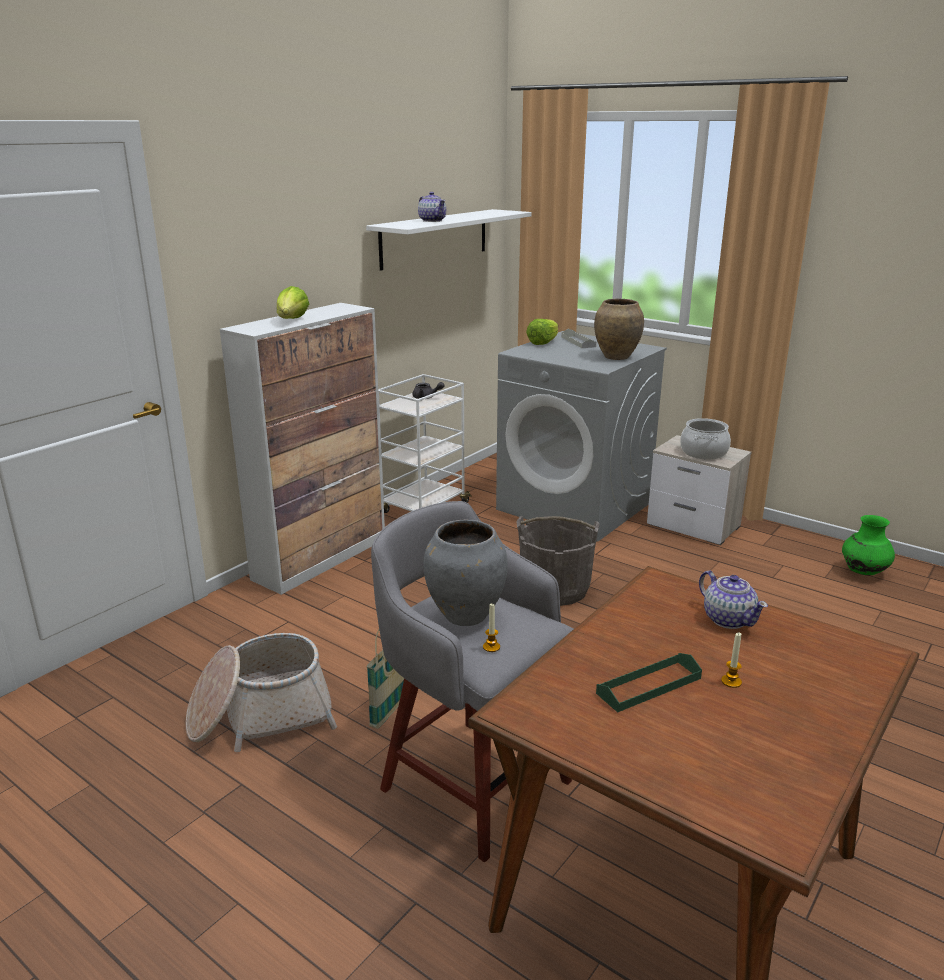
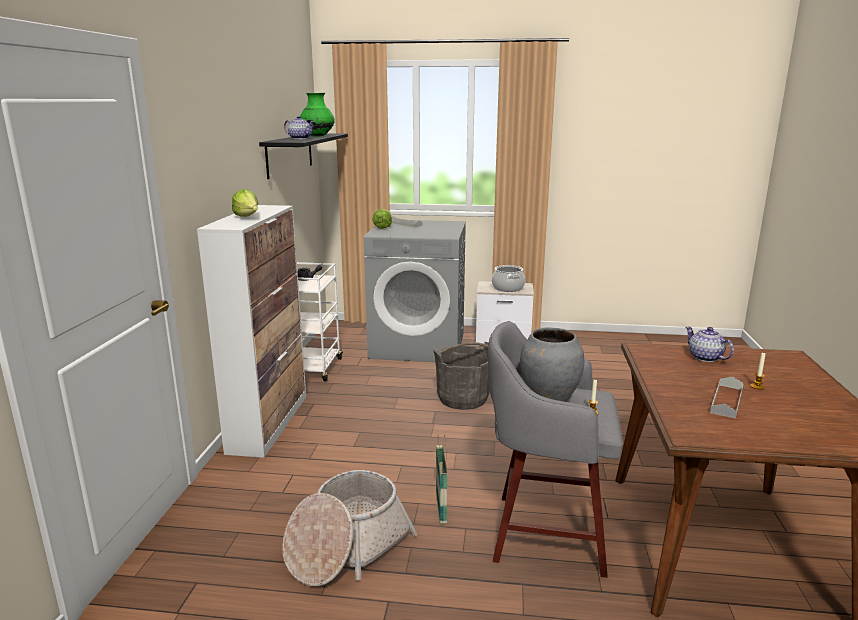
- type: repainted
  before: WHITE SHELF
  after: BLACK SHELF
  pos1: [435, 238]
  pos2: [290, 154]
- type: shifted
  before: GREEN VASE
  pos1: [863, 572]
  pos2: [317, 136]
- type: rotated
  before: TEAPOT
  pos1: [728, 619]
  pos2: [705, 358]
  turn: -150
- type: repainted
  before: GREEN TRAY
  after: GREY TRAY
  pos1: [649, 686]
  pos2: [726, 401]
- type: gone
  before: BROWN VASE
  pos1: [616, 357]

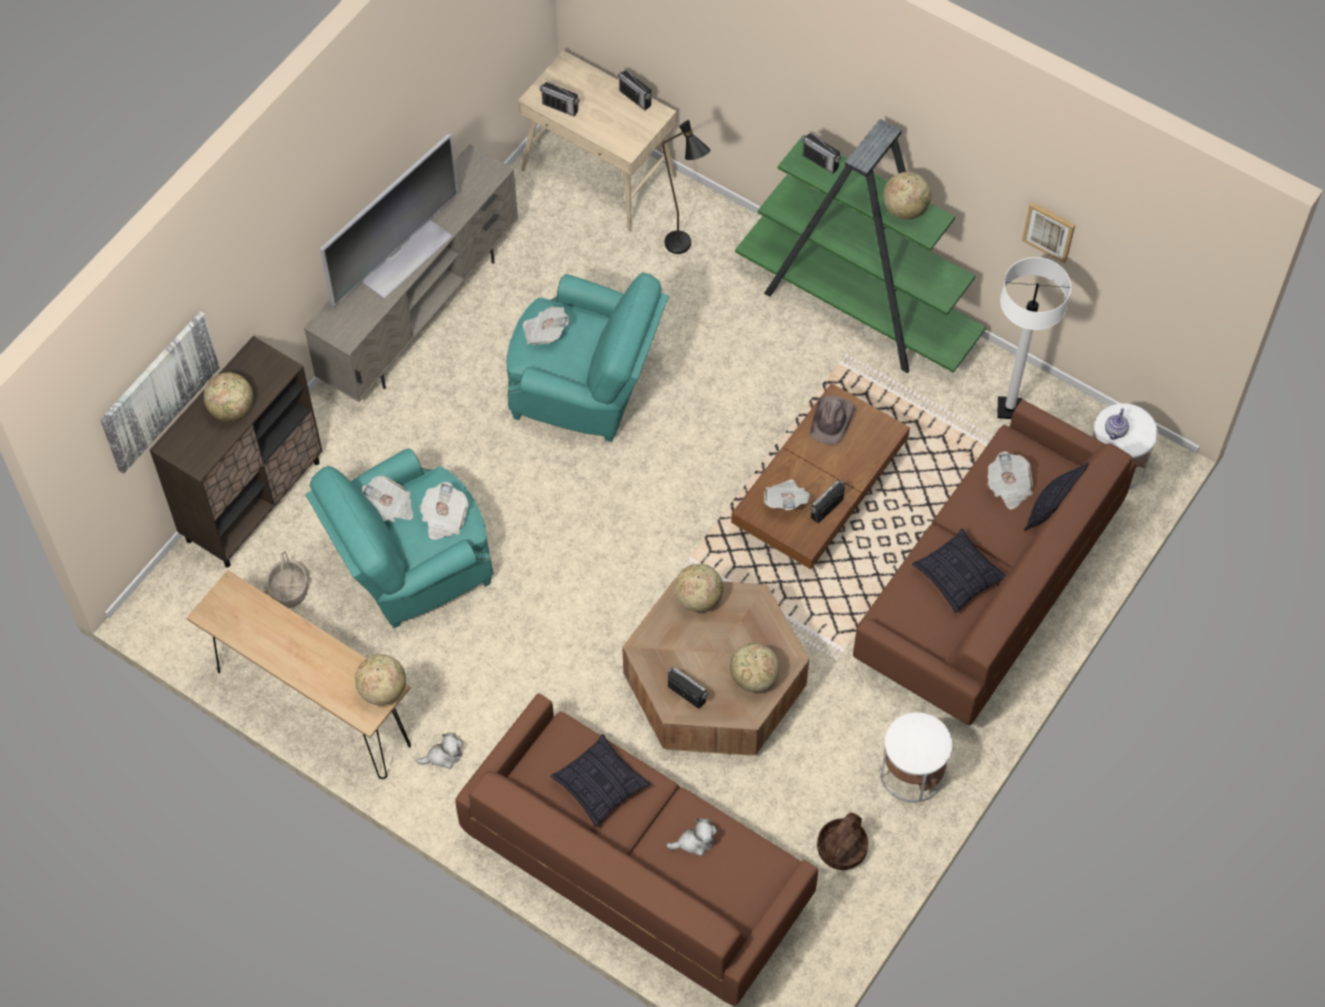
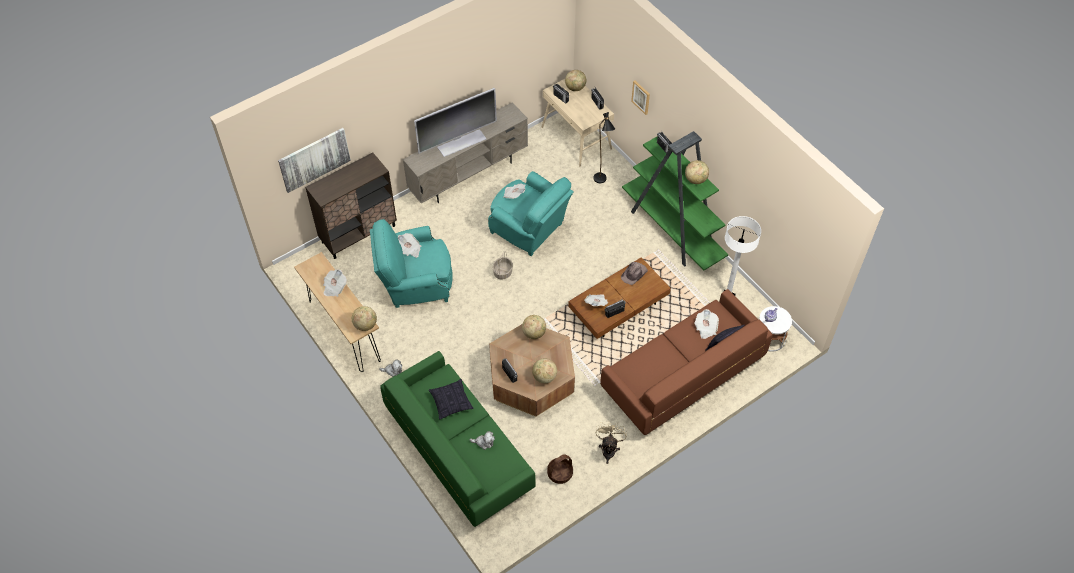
- type: shifted
  before: NEWSPAPER
  pos1: [444, 519]
  pos2: [334, 287]
- type: repainted
  before: BROWN SOFA
  after: GREEN SOFA
  pos1: [637, 867]
  pos2: [459, 449]
- type: shifted
  before: BASKET
  pos1: [289, 591]
  pos2: [502, 272]
- type: shifted
  before: GLOBE
  pos1: [232, 409]
  pos2: [575, 88]
- type: swapped
  before: WHITE SIDE TABLE
  after: BEIGE FAN
  pos1: [912, 772]
  pos2: [609, 449]
- type: shifted
  before: PICTURE
  pos1: [1049, 231]
  pos2: [641, 97]
- type: gone
  before: PILLOW
  pos1: [957, 576]

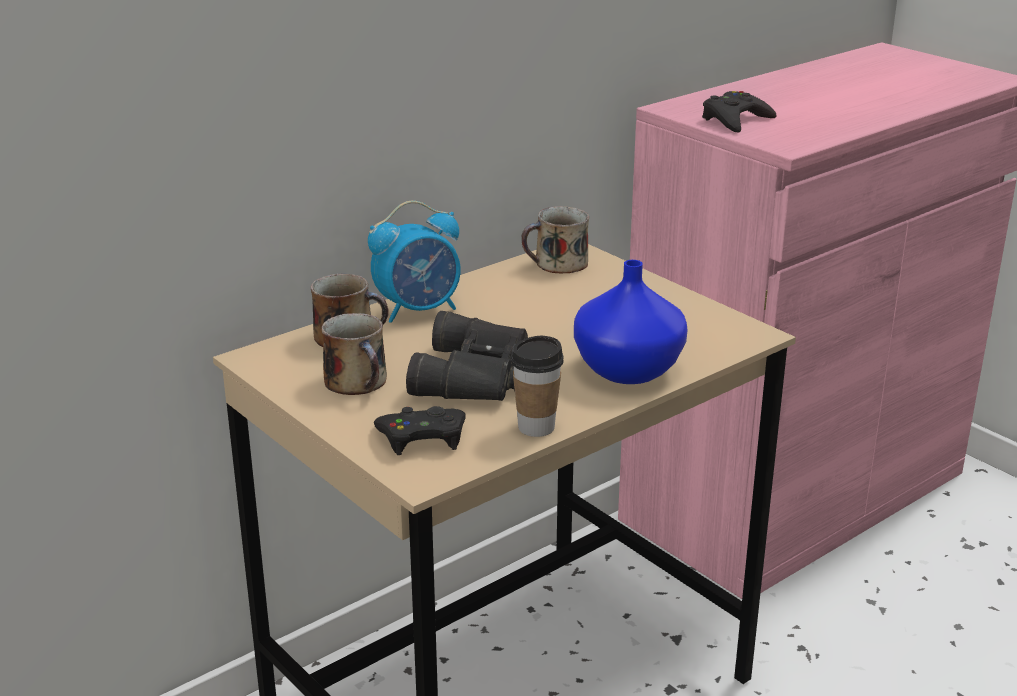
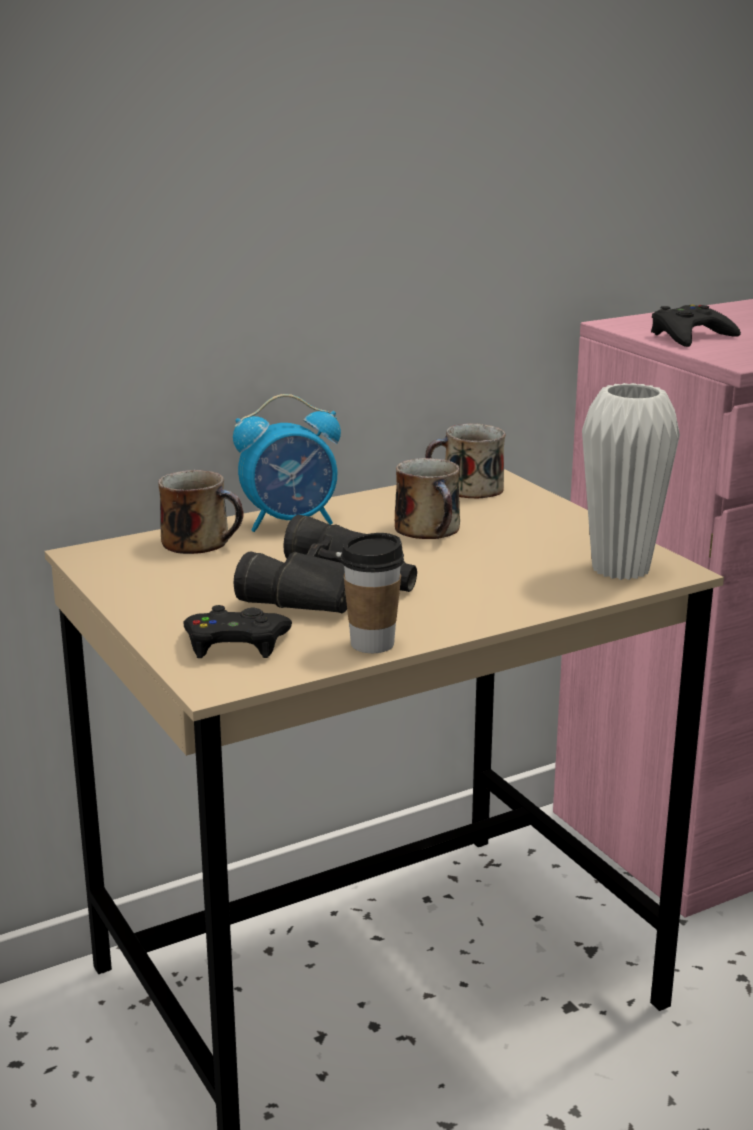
- type: shifted
  before: MUG
  pos1: [358, 381]
  pos2: [429, 529]
- type: new
  after: WHITE VASE
  pos2: [620, 569]
- type: gone
  before: BLUE VASE
  pos1: [629, 371]

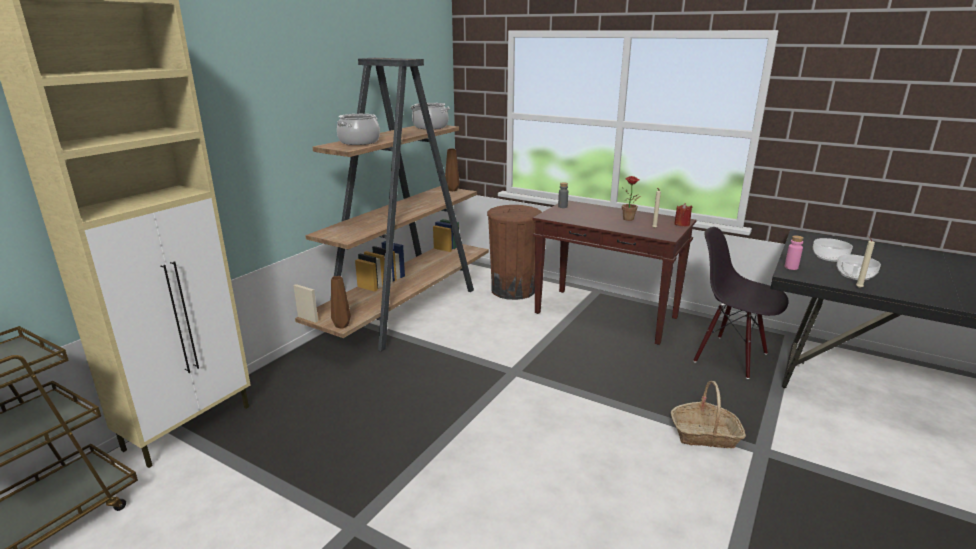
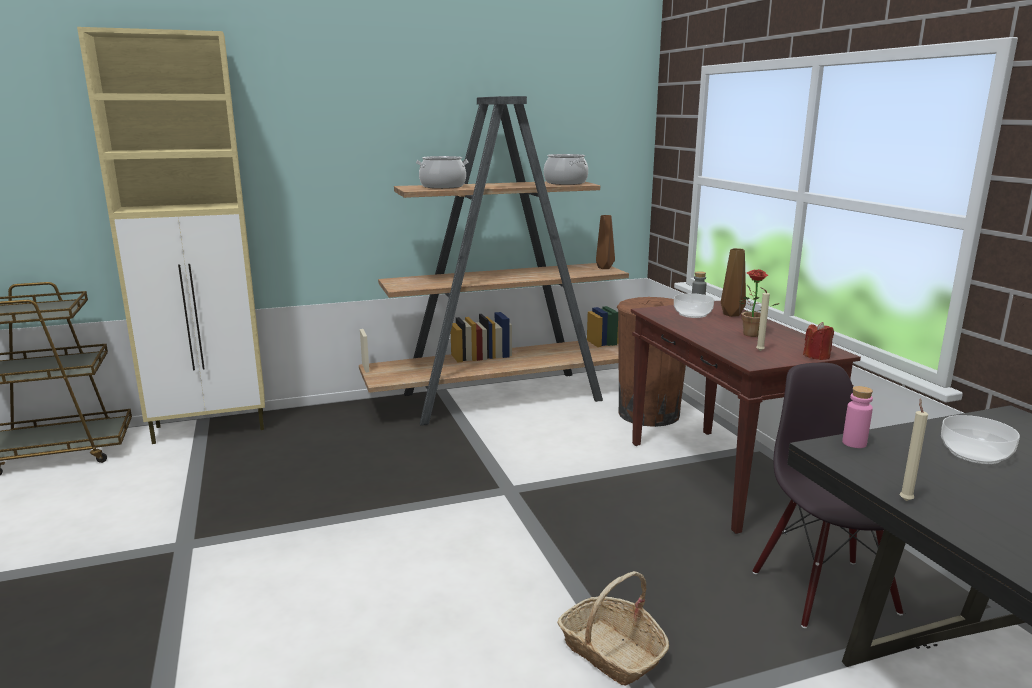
- type: shifted
  before: BOWL
  pos1: [855, 275]
  pos2: [692, 314]
- type: shifted
  before: BROWN VASE
  pos1: [342, 326]
  pos2: [732, 315]

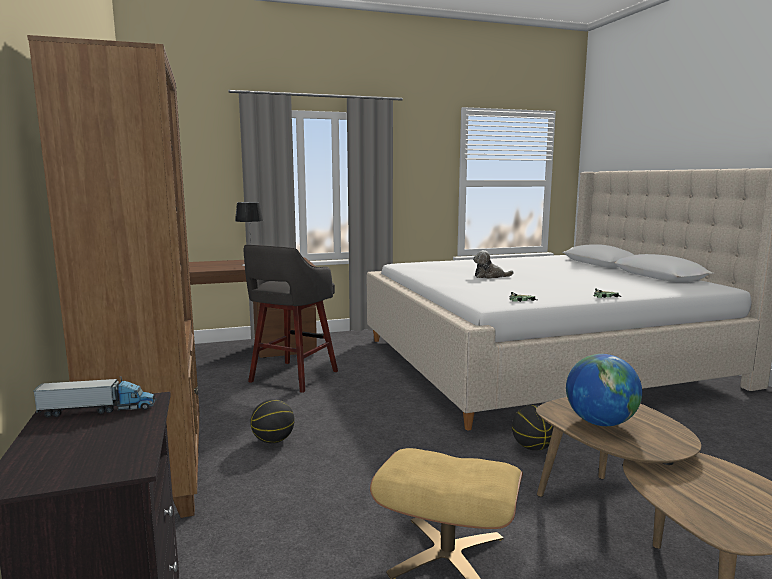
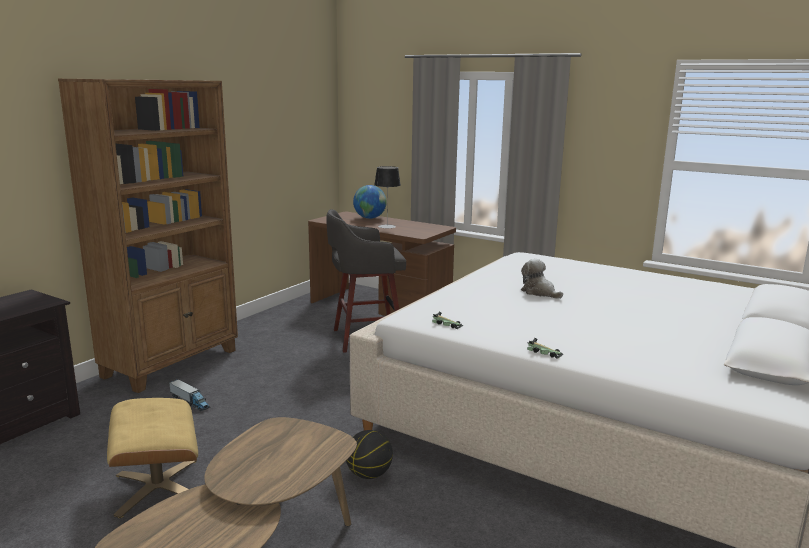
- type: shifted
  before: TOY TRUCK
  pos1: [98, 410]
  pos2: [190, 402]
- type: shifted
  before: GLOBE
  pos1: [600, 422]
  pos2: [369, 218]
- type: gone
  before: BASKETBALL
  pos1: [273, 440]

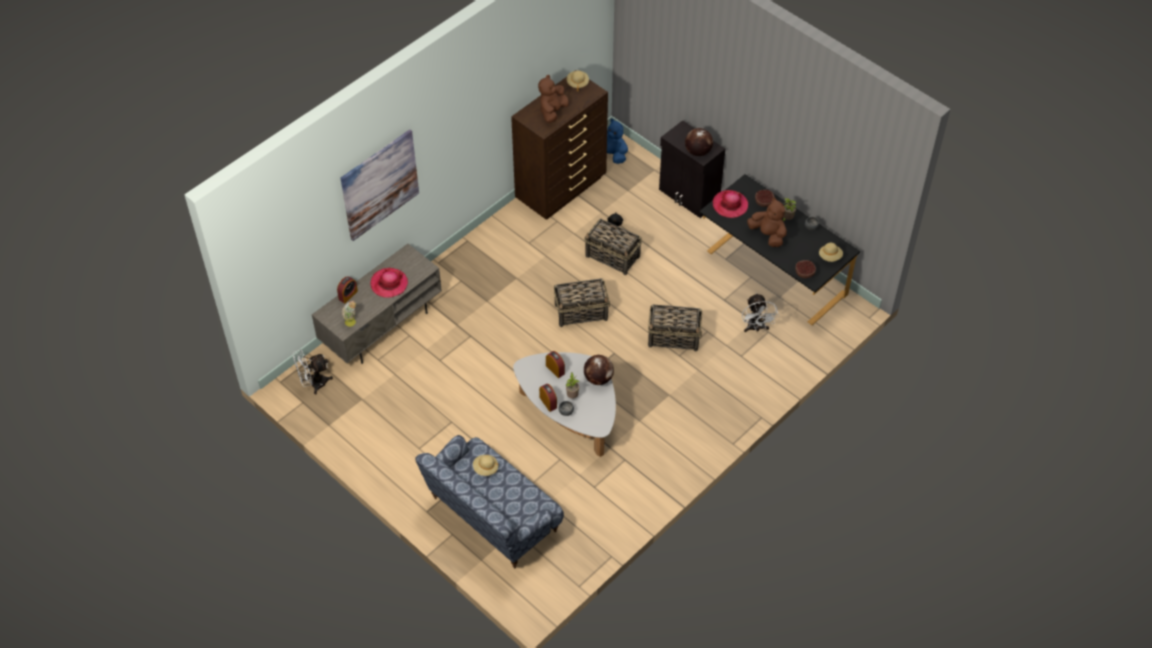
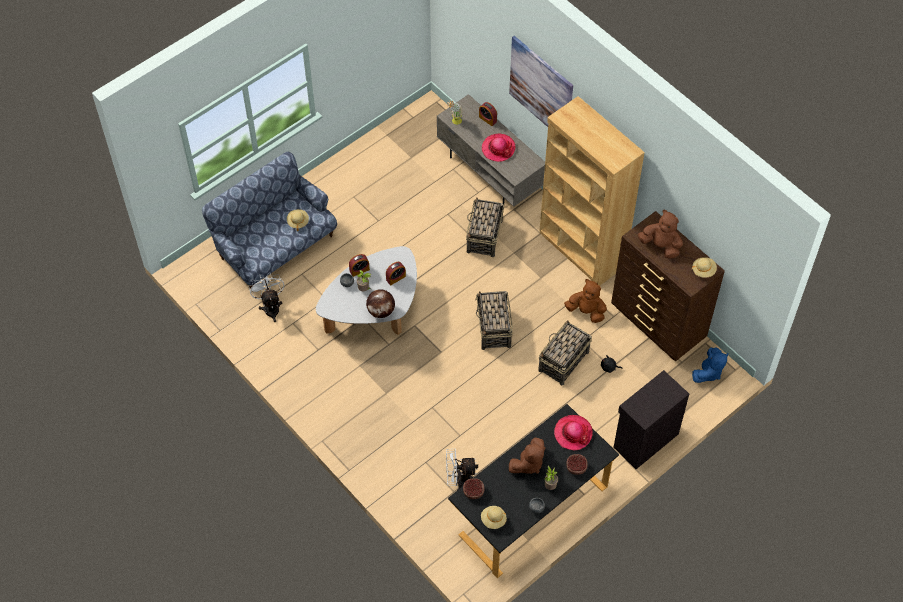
- type: shifted
  before: WHITE FAN
  pos1: [314, 384]
  pos2: [271, 307]
- type: shifted
  before: BASKET
  pos1: [674, 337]
  pos2: [484, 237]
- type: new
  after: BROWN BOOKCASE
  pos2: [581, 250]
- type: new
  after: BROWN PLUSH TOY
  pos2: [586, 311]
- type: gone
  before: GLOBE
  pos1: [697, 152]

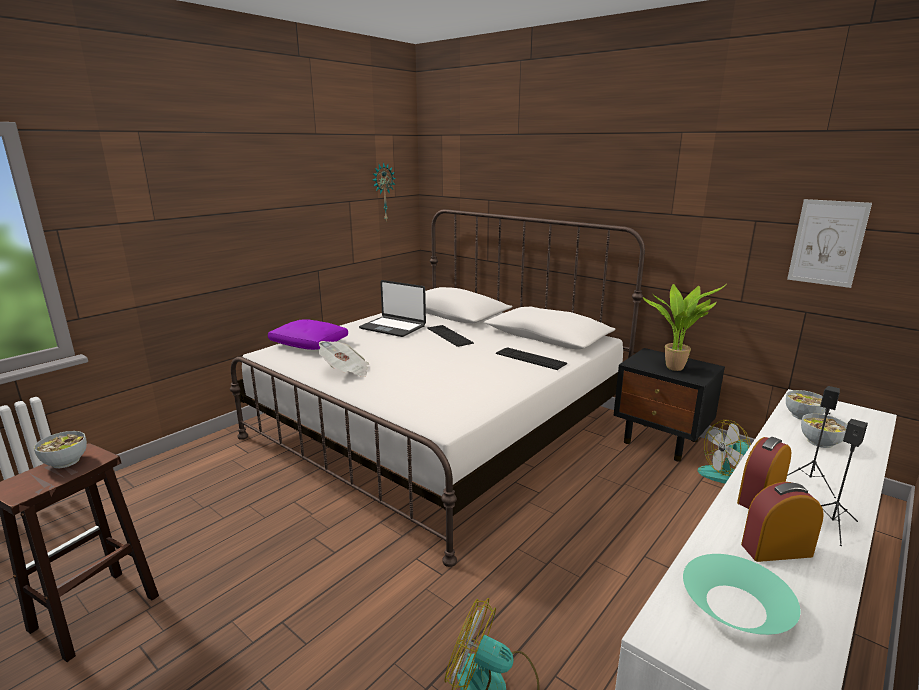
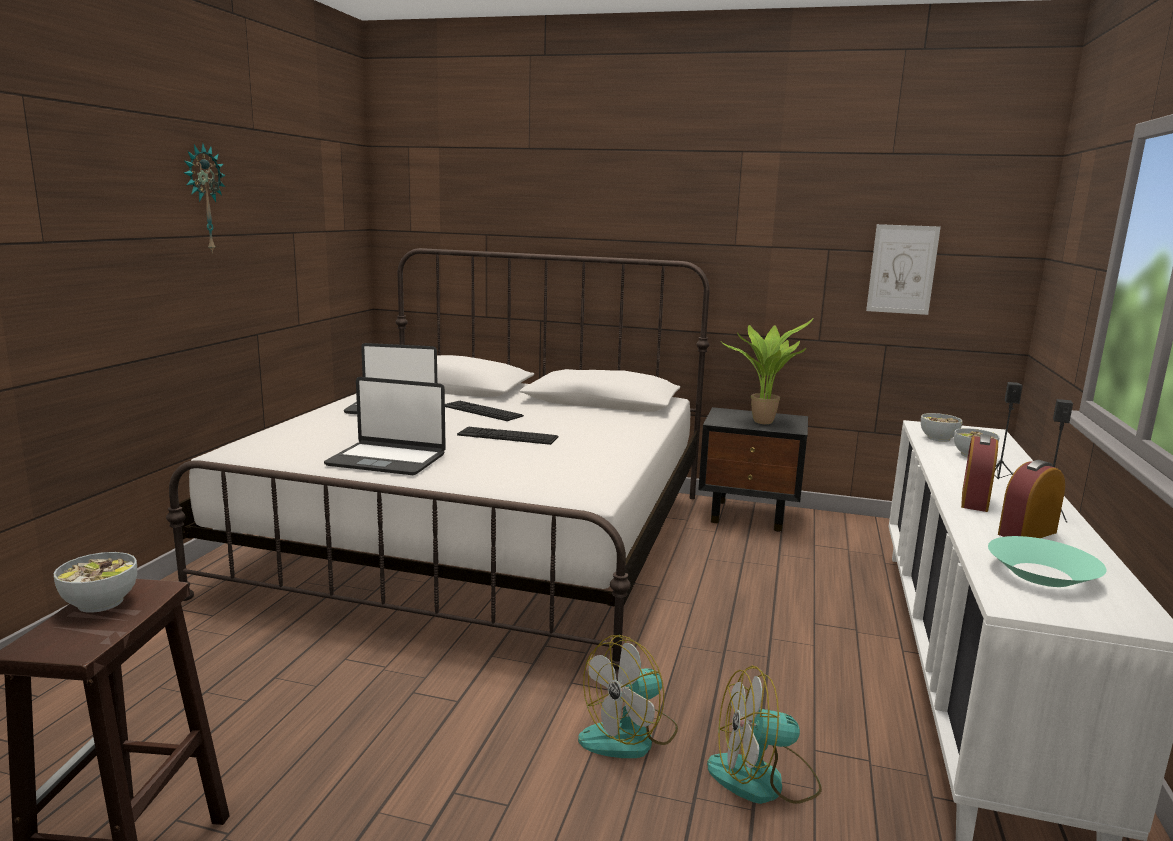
- type: shifted
  before: WALL CLOCK
  pos1: [383, 192]
  pos2: [203, 198]
- type: swapped
  before: NEWSPAPER
  after: LAPTOP
  pos1: [346, 371]
  pos2: [387, 460]
- type: shifted
  before: KEYBOARD
  pos1: [530, 358]
  pos2: [508, 436]
- type: shifted
  before: FAN
  pos1: [727, 474]
  pos2: [630, 735]
- type: gone
  before: PURPLE PILLOW
  pos1: [310, 344]

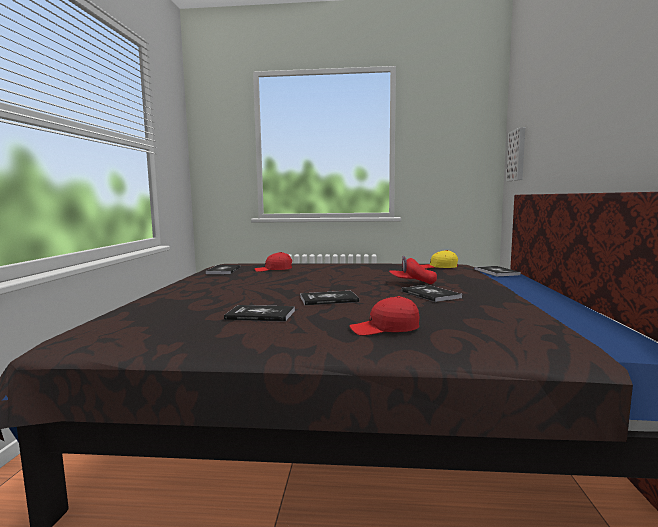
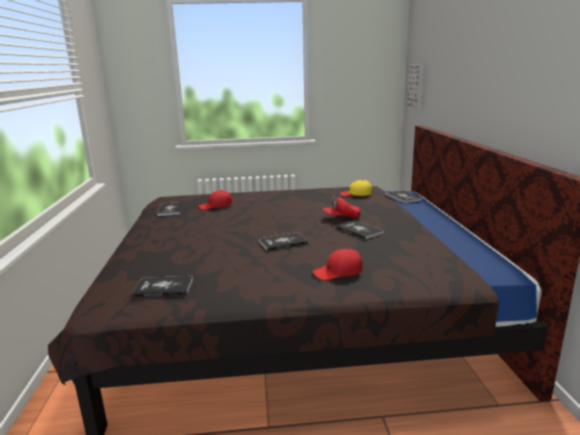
- type: shifted
  before: BOOK
  pos1: [260, 315]
  pos2: [163, 288]

